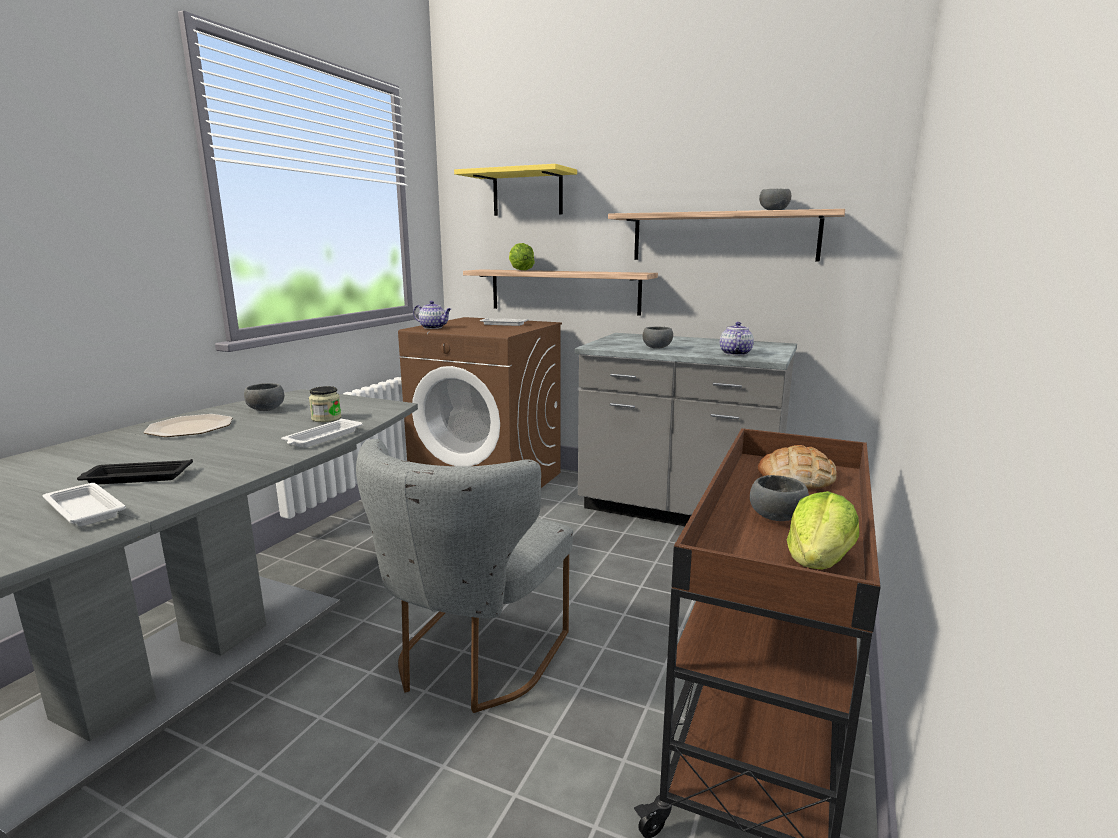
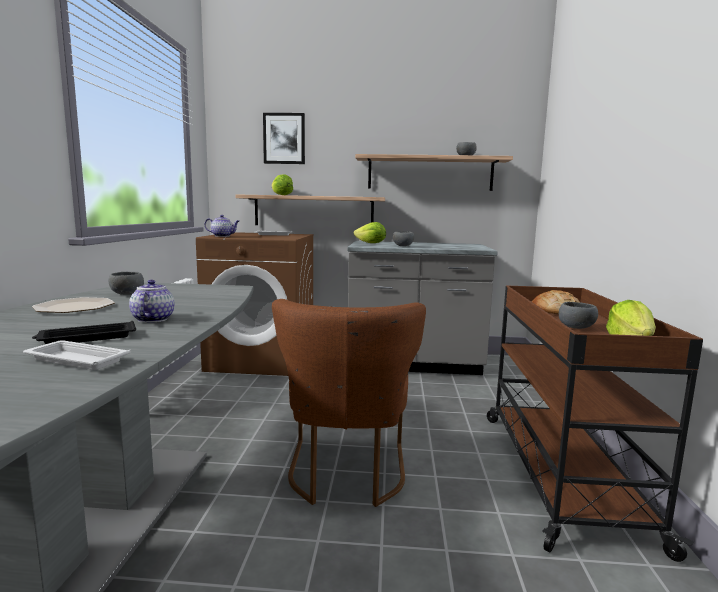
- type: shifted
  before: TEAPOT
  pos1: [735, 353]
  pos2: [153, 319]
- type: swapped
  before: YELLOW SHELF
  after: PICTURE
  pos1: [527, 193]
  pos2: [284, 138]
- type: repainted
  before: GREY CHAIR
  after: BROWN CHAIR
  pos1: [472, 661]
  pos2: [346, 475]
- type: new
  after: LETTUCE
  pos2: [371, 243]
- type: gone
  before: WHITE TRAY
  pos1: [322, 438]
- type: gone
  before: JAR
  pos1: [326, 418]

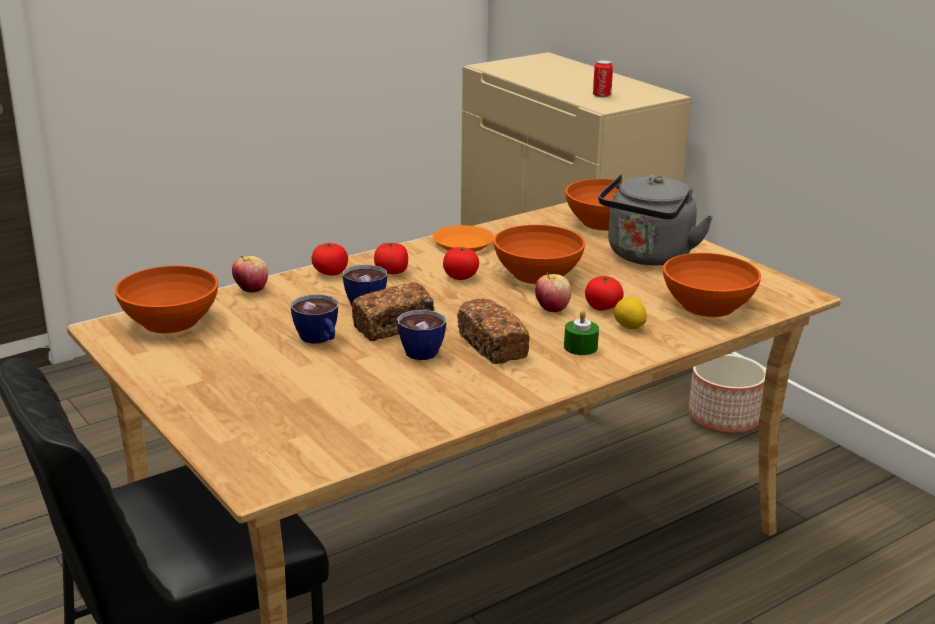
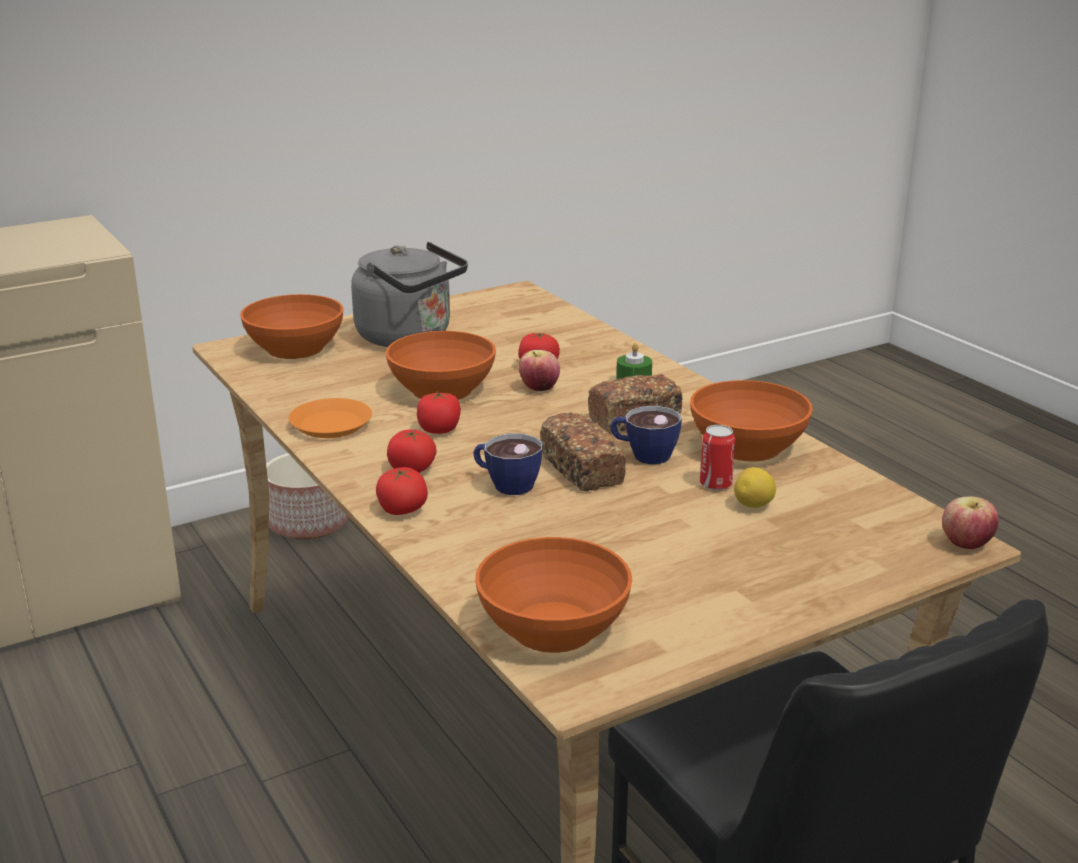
- type: shifted
  before: ORANGE BOWL
  pos1: [708, 306]
  pos2: [748, 446]
- type: shifted
  before: CAN
  pos1: [601, 95]
  pos2: [715, 484]
- type: shifted
  before: LEMON
  pos1: [629, 327]
  pos2: [753, 506]
- type: shifted
  before: APPLE
  pos1: [251, 289]
  pos2: [966, 545]
- type: gone
  before: CUP
  pos1: [319, 340]

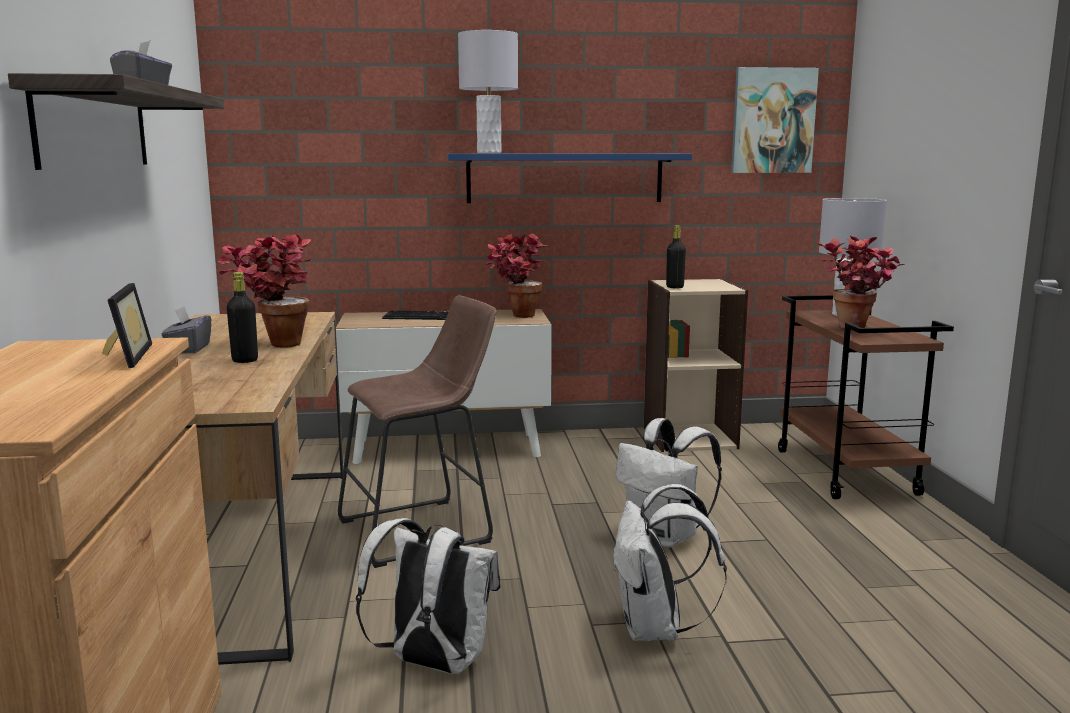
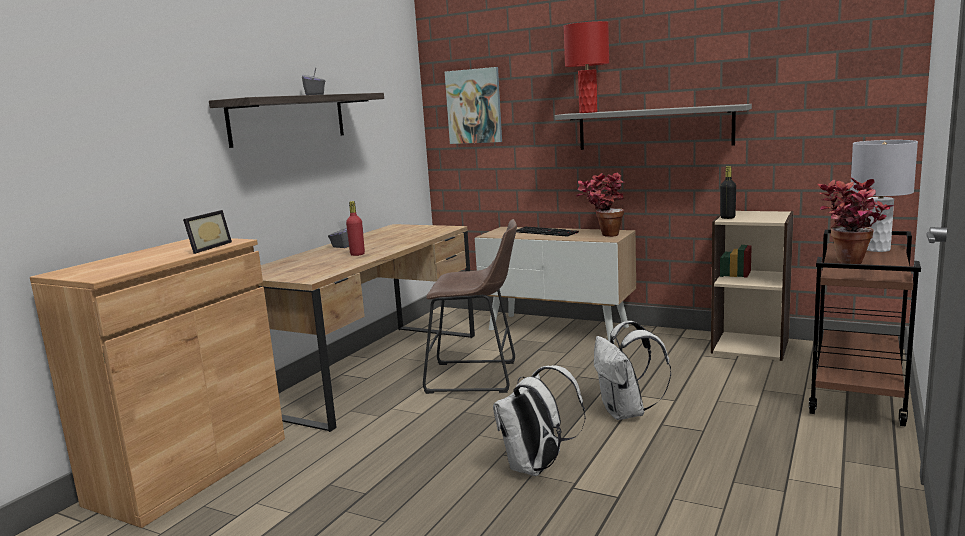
- type: repainted
  before: BLACK BOTTLE
  after: RED BOTTLE
  pos1: [245, 360]
  pos2: [357, 254]
- type: shifted
  before: PICTURE
  pos1: [773, 121]
  pos2: [474, 106]
- type: repainted
  before: BLUE SHELF
  after: GREY SHELF
  pos1: [565, 178]
  pos2: [653, 128]
- type: repainted
  before: GREY TABLE LAMP
  after: RED TABLE LAMP
  pos1: [488, 153]
  pos2: [588, 112]
- type: gone
  before: POTTED PLANT
  pos1: [274, 344]
- type: gone
  before: WHITE BACKPACK
  pos1: [432, 663]

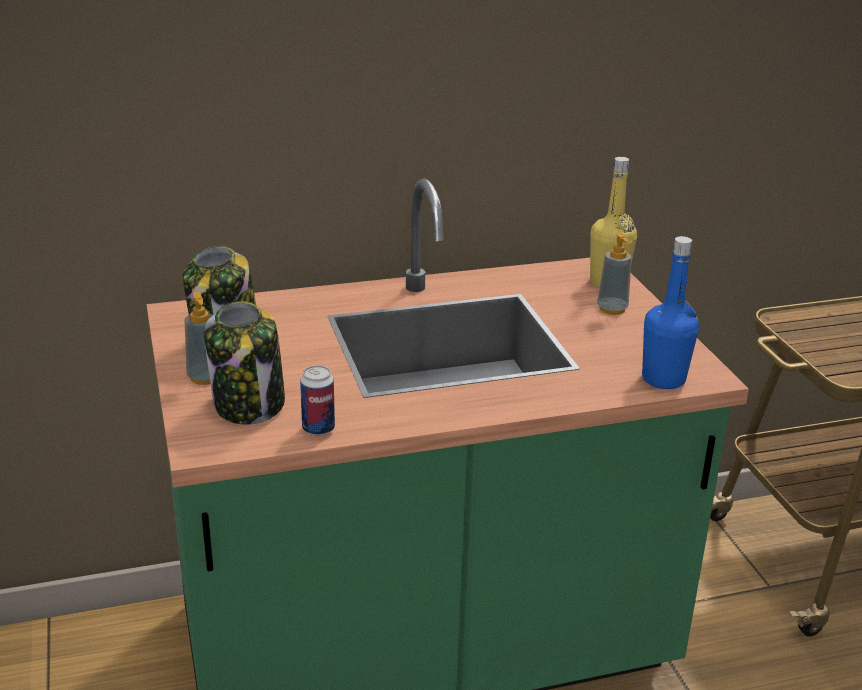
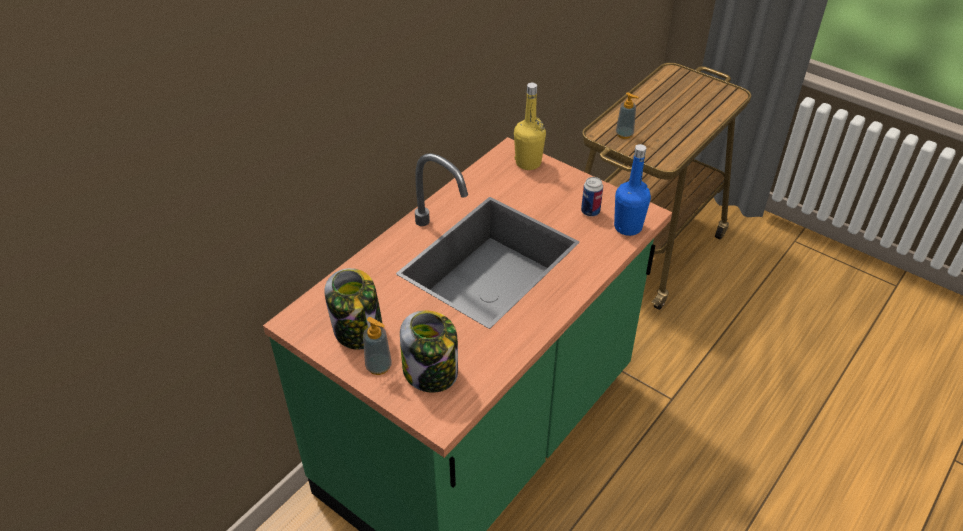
- type: shifted
  before: CAN
  pos1: [318, 429]
  pos2: [590, 211]
- type: shifted
  before: SOAP DISPENSER
  pos1: [612, 309]
  pos2: [624, 134]

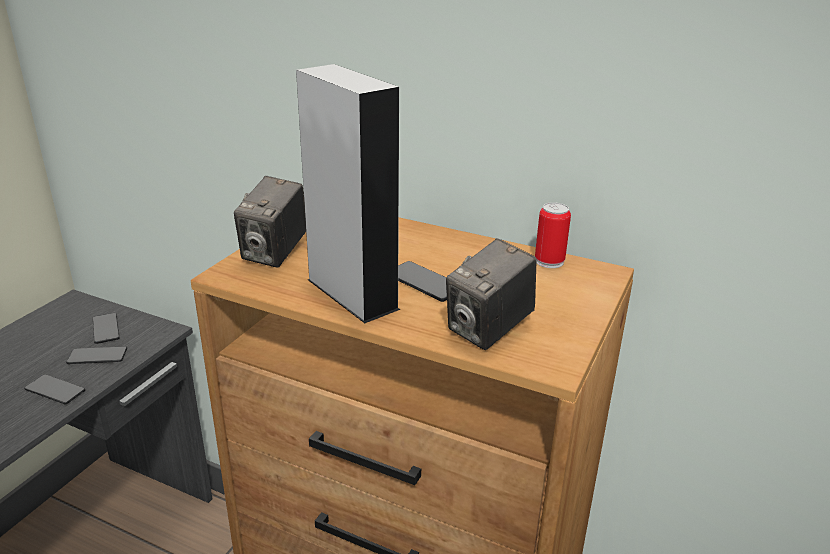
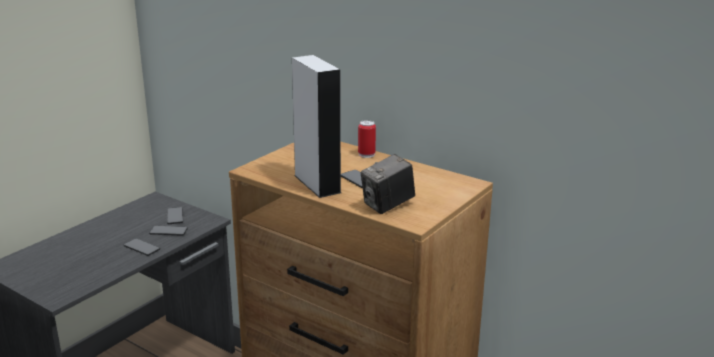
- type: shifted
  before: CAN
  pos1: [549, 261]
  pos2: [366, 154]
- type: gone
  before: PHOTO CAMERA
  pos1: [275, 254]

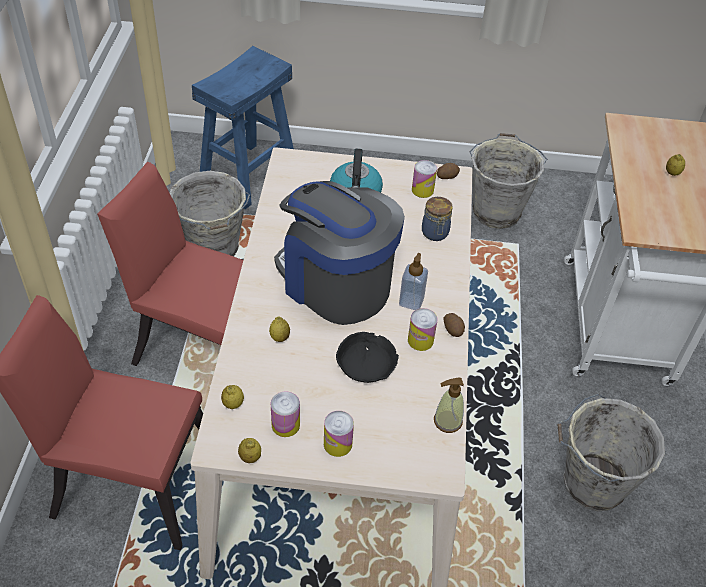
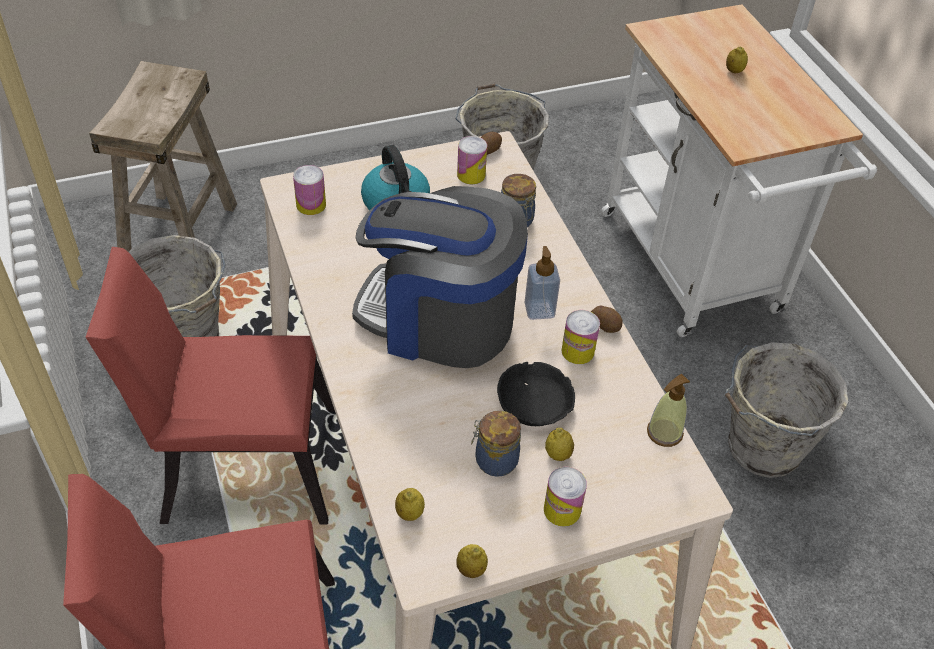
- type: repainted
  before: BLUE STOOL
  after: BEIGE STOOL
  pos1: [248, 174]
  pos2: [178, 231]
- type: shifted
  before: CAN
  pos1: [285, 425]
  pos2: [311, 205]
- type: new
  after: JAR
  pos2: [494, 460]
- type: shifted
  before: LEMON
  pos1: [279, 337]
  pos2: [558, 454]

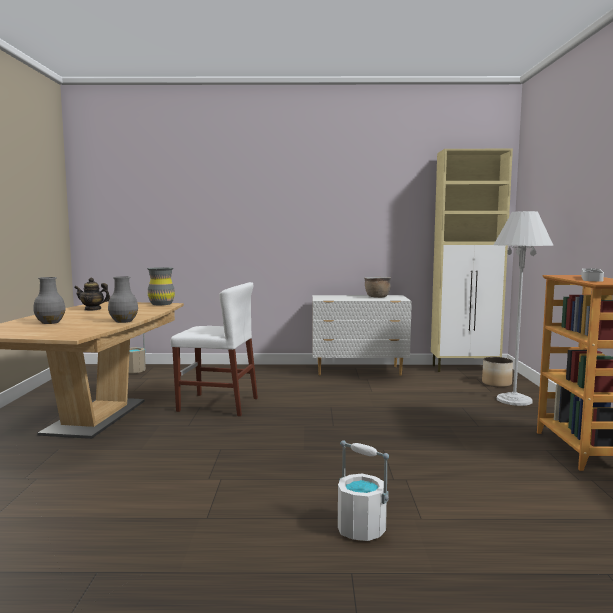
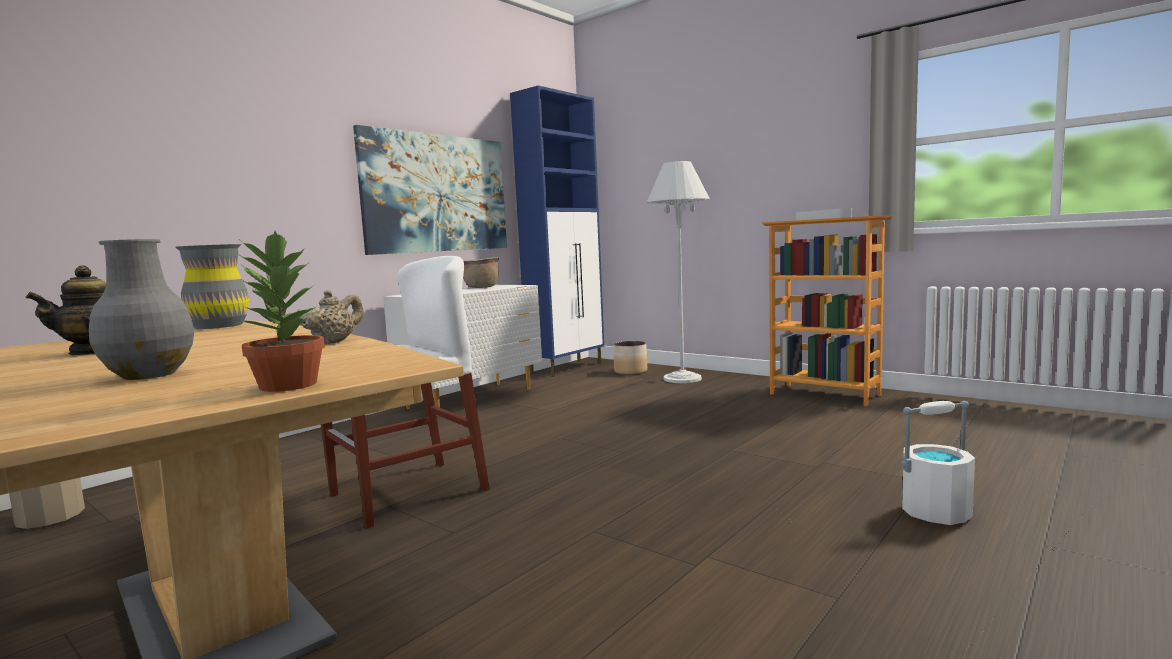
- type: new
  after: POTTED PLANT
  pos2: [287, 386]
- type: swapped
  before: GREY VASE
  after: BEIGE TEAPOT
  pos1: [124, 321]
  pos2: [334, 342]
- type: new
  after: PICTURE
  pos2: [437, 193]
- type: repainted
  before: BEIGE CABINET
  after: BLUE CABINET
  pos1: [465, 368]
  pos2: [567, 368]

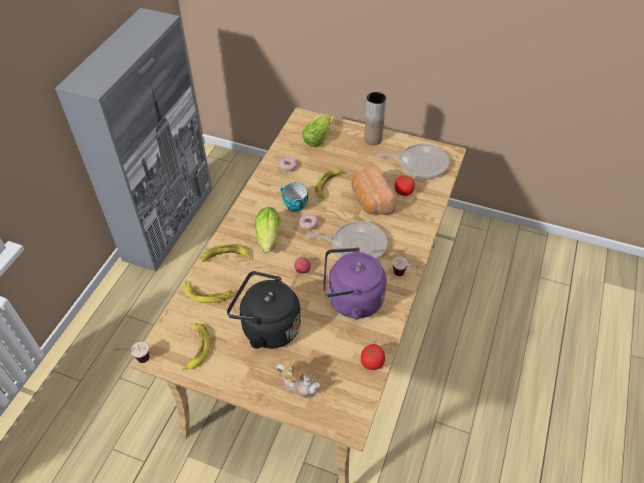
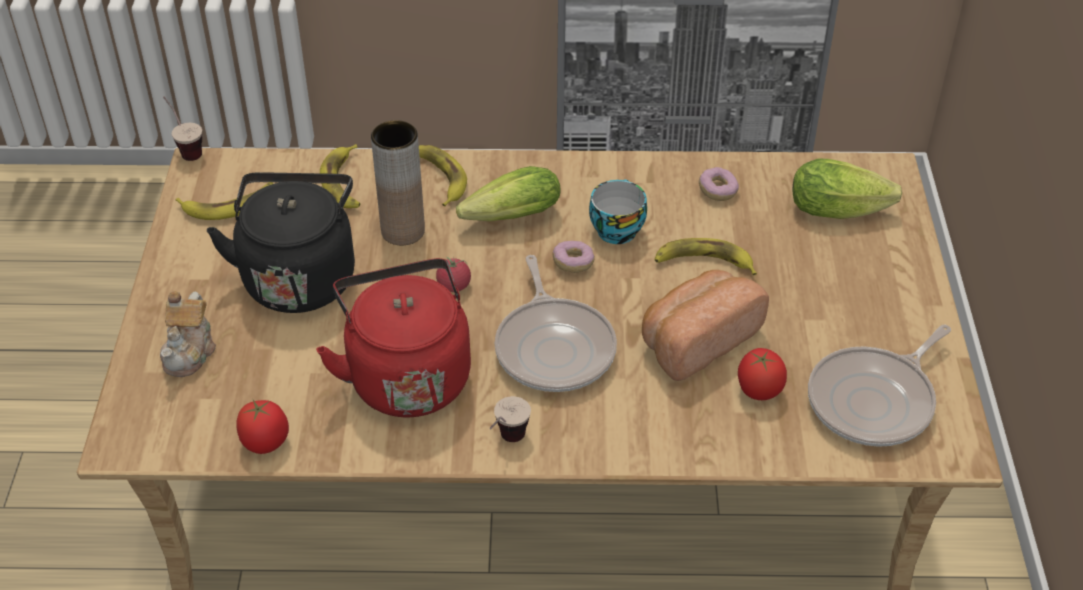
- type: repainted
  before: PURPLE KETTLE
  after: RED KETTLE
  pos1: [351, 300]
  pos2: [406, 375]
- type: shifted
  before: BROWN VASE
  pos1: [373, 139]
  pos2: [403, 231]
- type: rotated
  before: FRYING PAN
  pos1: [420, 164]
  pos2: [874, 401]
  turn: 60

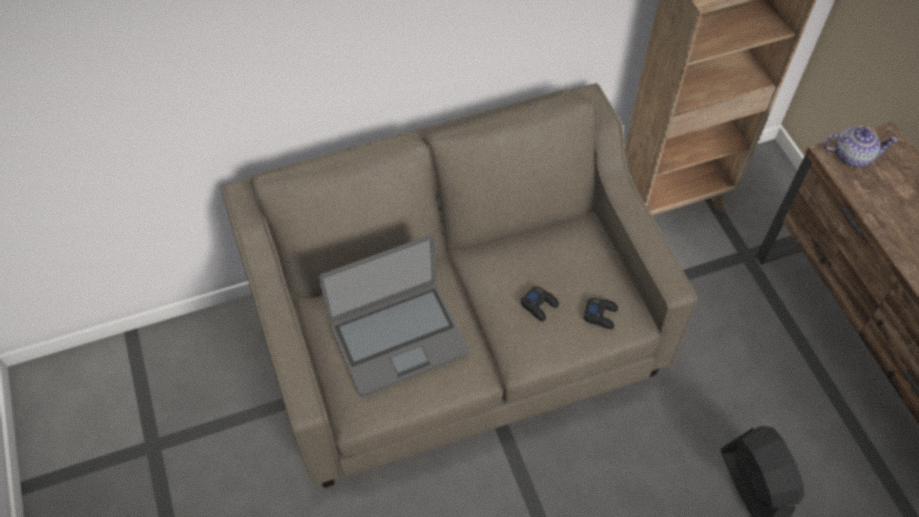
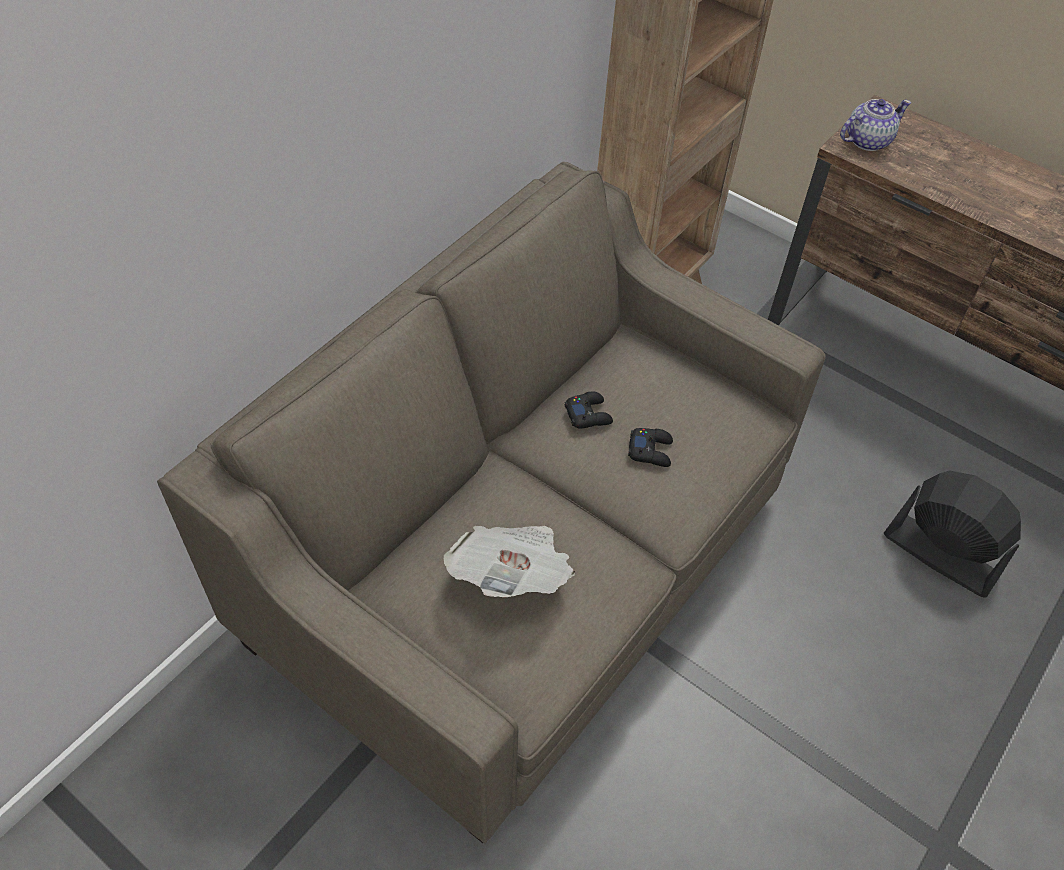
- type: swapped
  before: LAPTOP
  after: NEWSPAPER
  pos1: [398, 338]
  pos2: [512, 575]
- type: shifted
  before: BLACK GAME CONTROLLER
  pos1: [600, 315]
  pos2: [588, 414]

